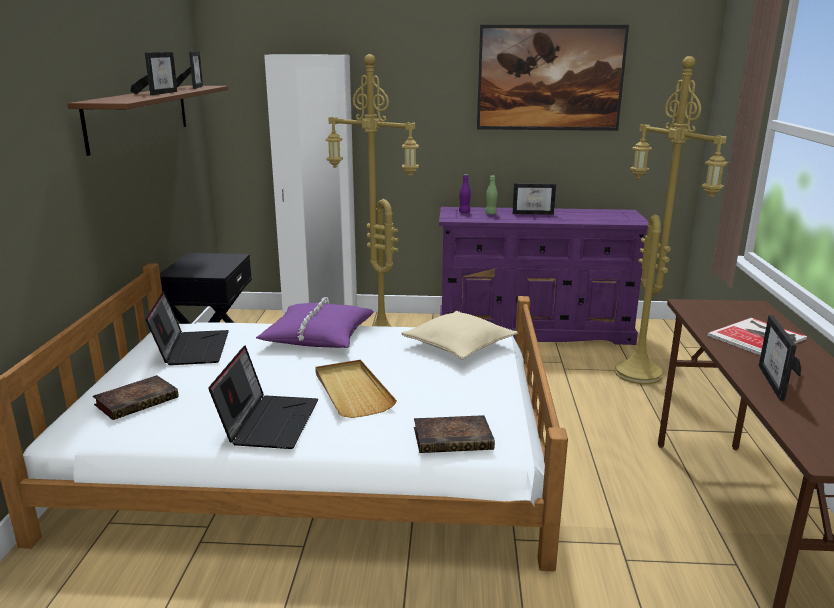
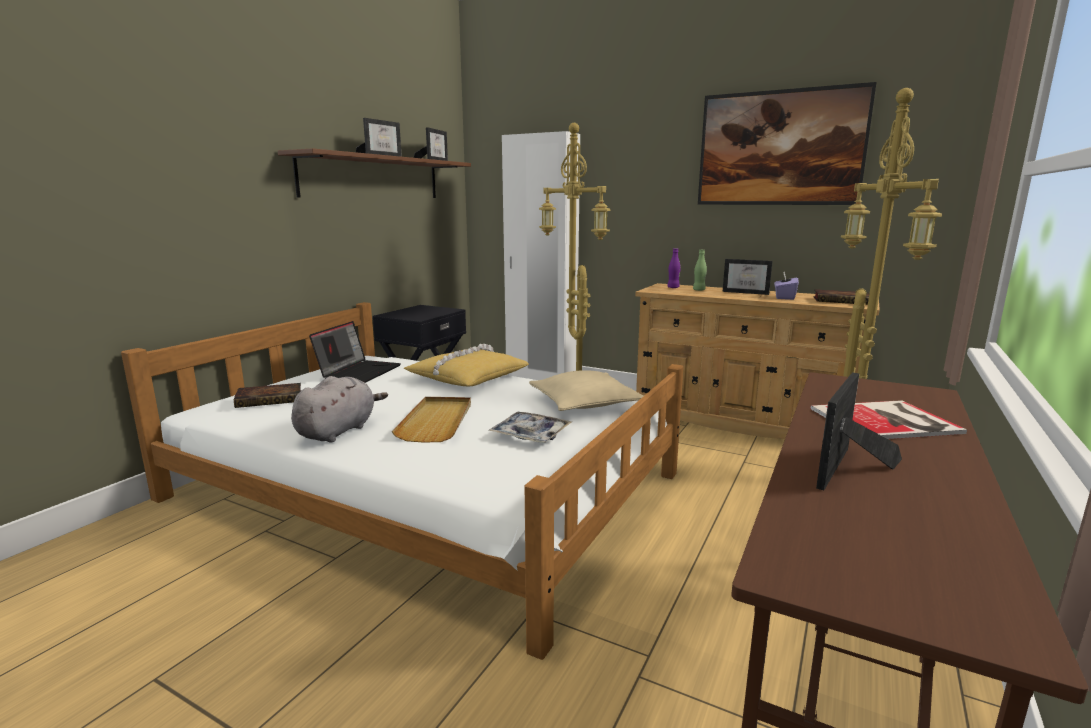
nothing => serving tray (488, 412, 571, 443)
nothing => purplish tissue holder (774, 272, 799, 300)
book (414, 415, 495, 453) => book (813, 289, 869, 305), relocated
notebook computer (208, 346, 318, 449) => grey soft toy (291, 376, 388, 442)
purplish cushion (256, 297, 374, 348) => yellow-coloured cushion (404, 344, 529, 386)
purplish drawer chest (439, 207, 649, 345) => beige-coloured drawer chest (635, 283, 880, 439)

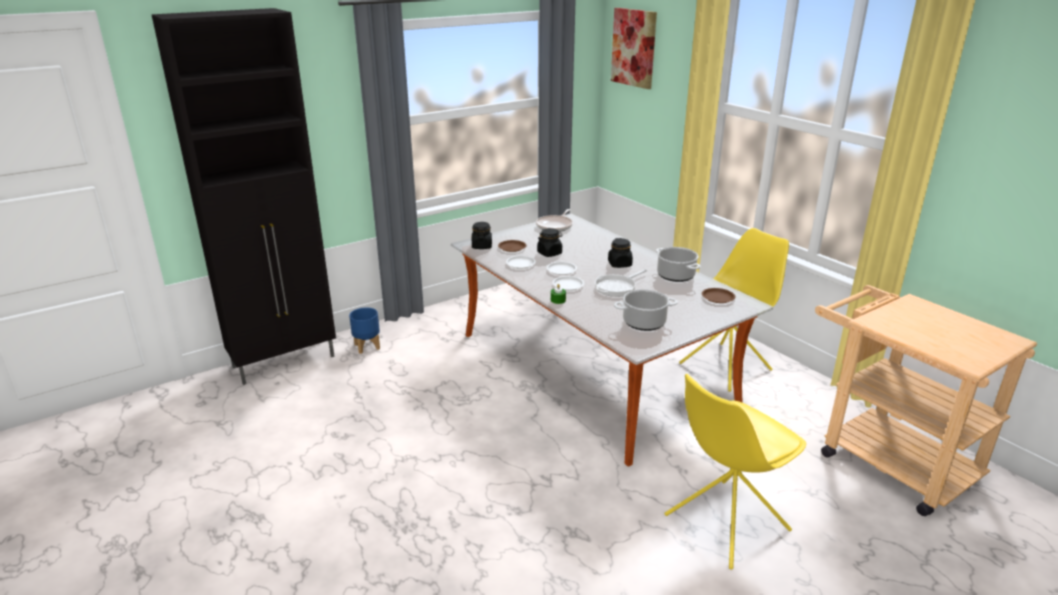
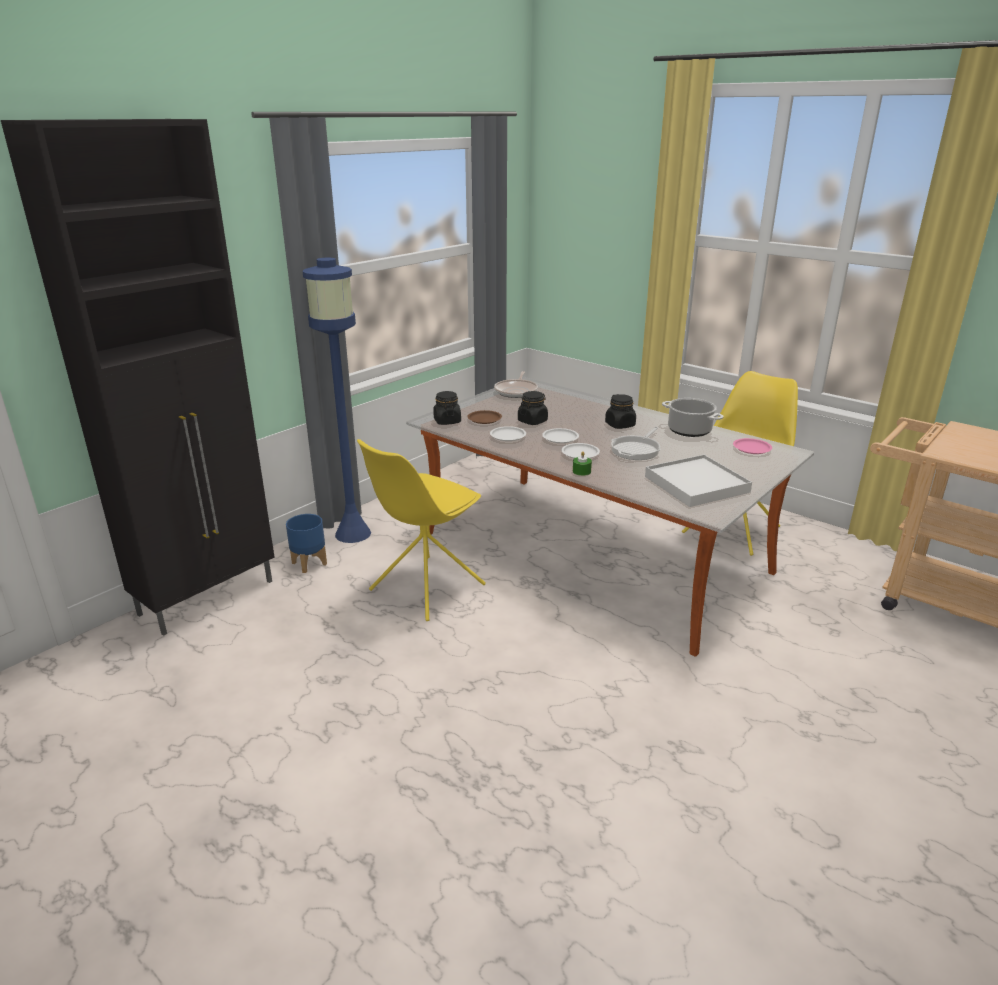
picture (611, 8, 657, 89) => nothing
nothing => bluish floor lamp (303, 258, 371, 543)
yellow-coloured chair (664, 374, 806, 570) => yellow-coloured chair (357, 439, 486, 621), relocated
saucepot (614, 289, 678, 331) => white serving tray (645, 455, 752, 507)
brown-coloured plate (702, 288, 735, 303) => pink plate (733, 438, 772, 454)

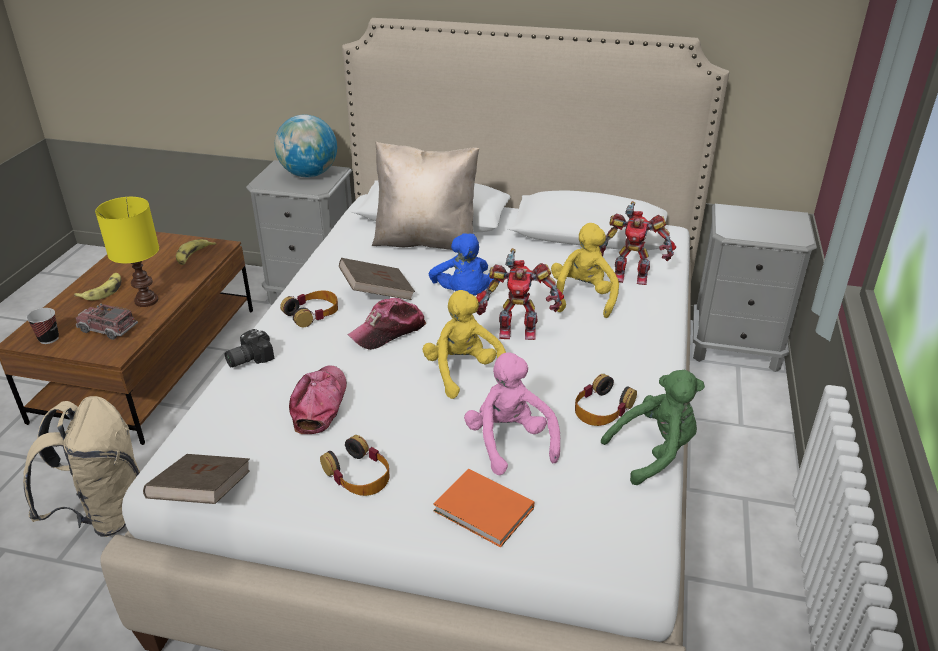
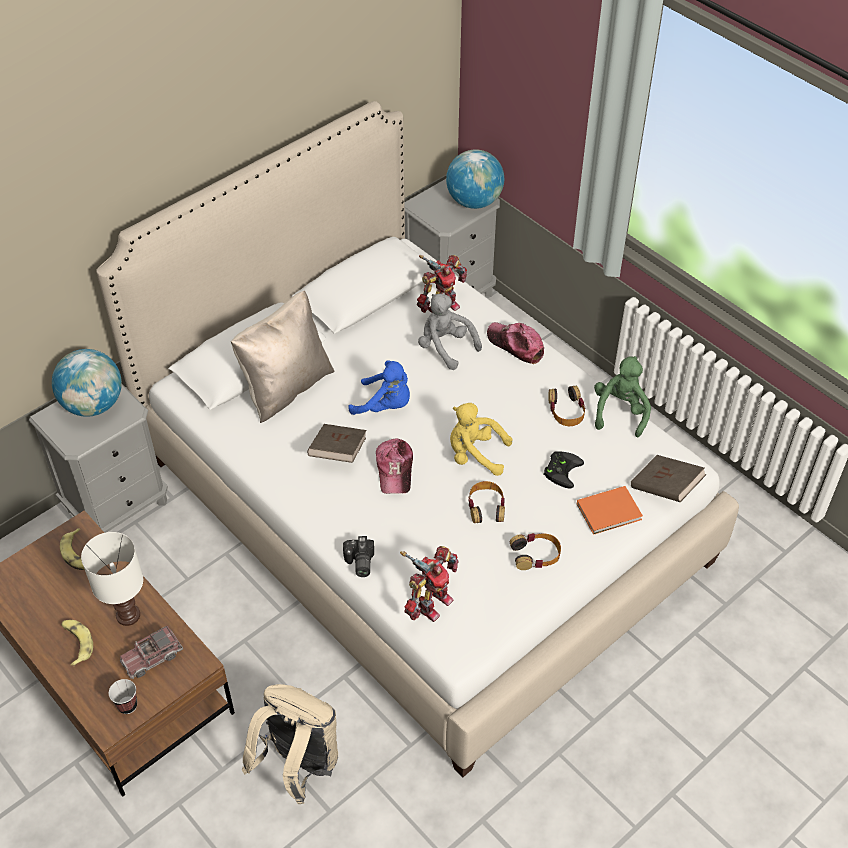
nothing => desk globe (446, 149, 504, 209)
brown-coloured book (143, 454, 250, 504) => brown-coloured book (631, 455, 706, 502), relocated
headphones (280, 290, 338, 327) => headphones (468, 481, 505, 523), relocated
cap (289, 365, 347, 434) => cap (487, 322, 544, 364), relocated
robot figure (476, 248, 564, 340) => robot figure (400, 546, 459, 622), relocated
pink soft toy (464, 352, 560, 475) => black gamepad (543, 451, 584, 489)
yellow-coloured tabletop lamp (95, 197, 159, 307) => white tabletop lamp (81, 532, 143, 626)
yellow-coloured soft toy (551, 223, 619, 318) => grey soft toy (418, 294, 482, 370)

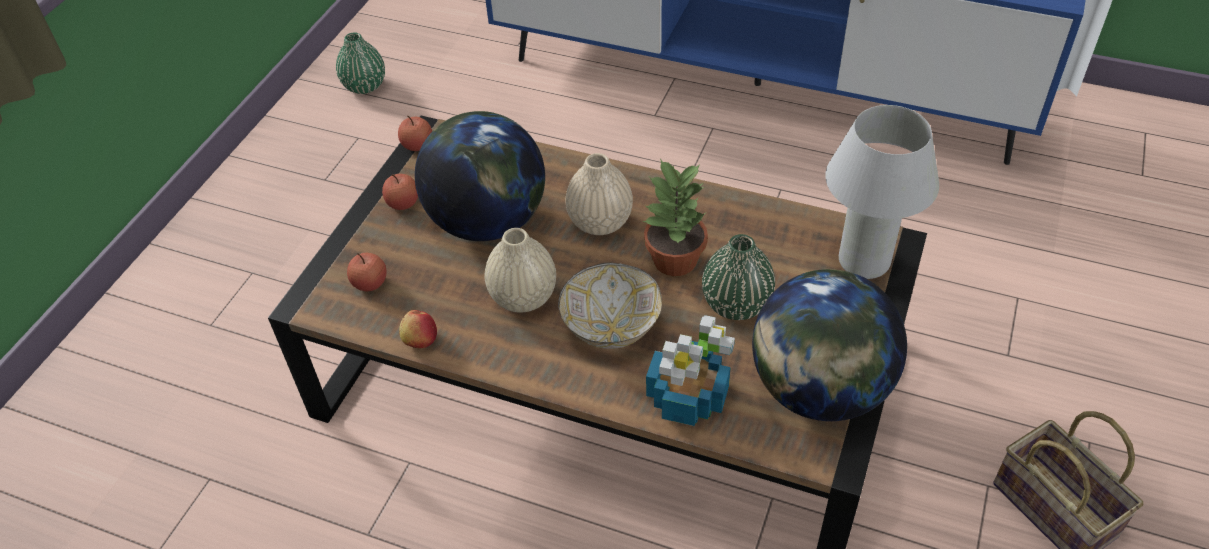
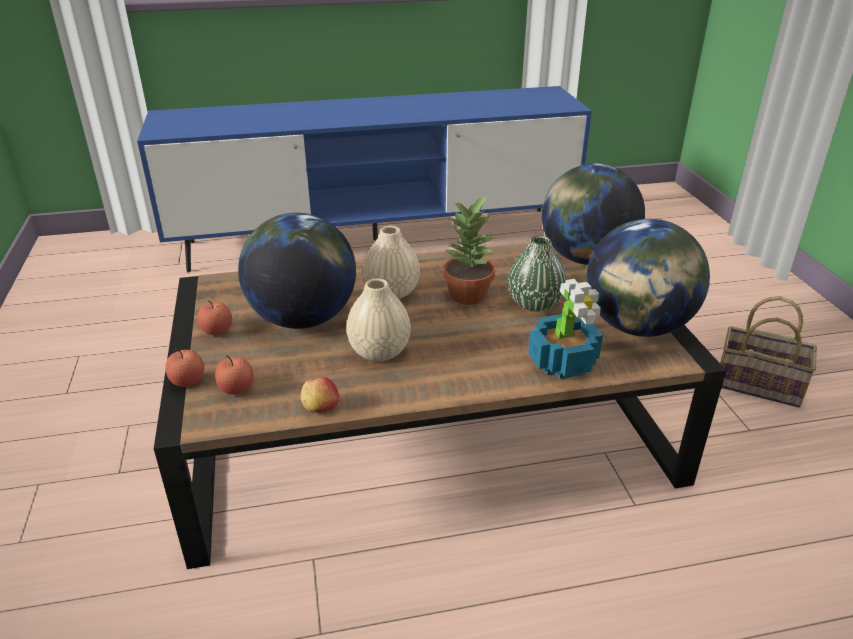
green vase (336, 32, 385, 94) => nothing
serving bowl (558, 263, 662, 349) => nothing
apple (398, 116, 432, 151) => apple (165, 349, 204, 387), relocated
white tabletop lamp (825, 105, 939, 279) => desk globe (542, 164, 645, 265)

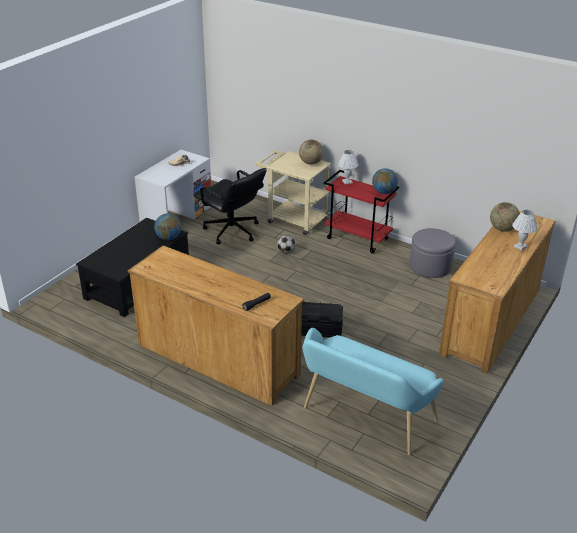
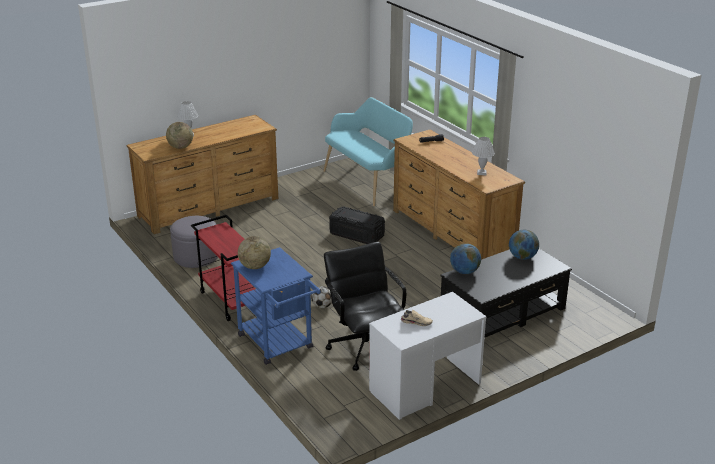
white tabletop lamp (338, 150, 359, 184) => white tabletop lamp (472, 137, 495, 175), relocated
desk globe (372, 168, 398, 194) => desk globe (509, 230, 539, 260), relocated
beige-coloured trolley (254, 150, 331, 235) => bluish trolley (231, 247, 321, 365)

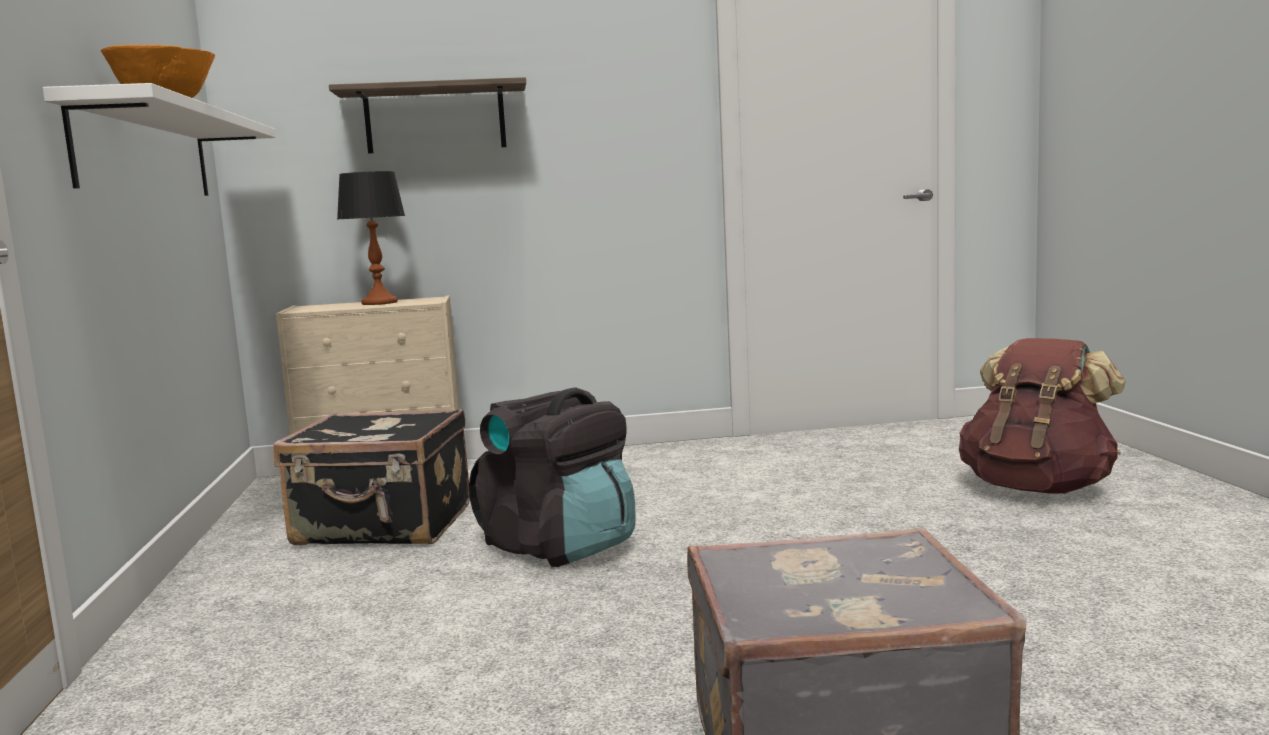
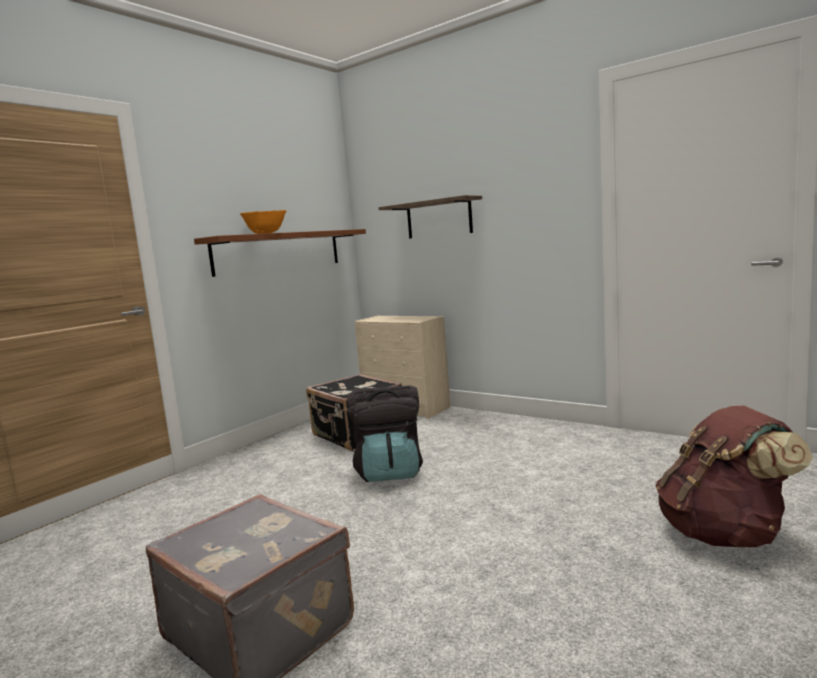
tabletop lamp (337, 171, 405, 305) => nothing
white bracket shelf (43, 83, 276, 196) => brown-coloured bracket shelf (194, 229, 366, 277)

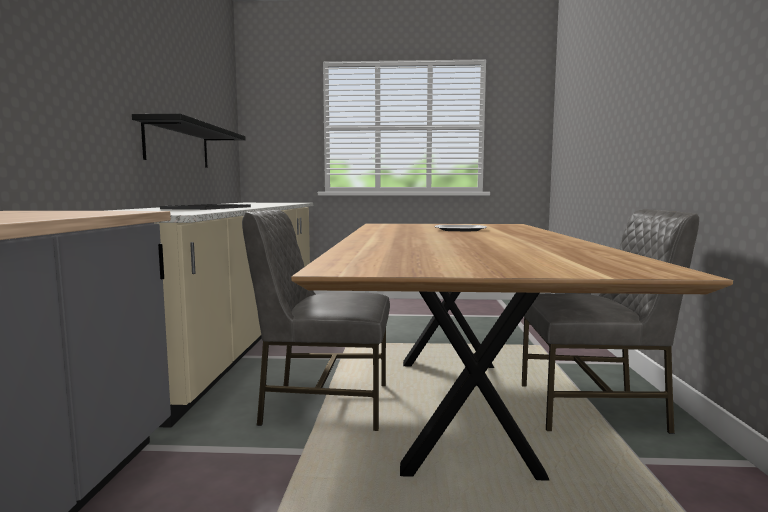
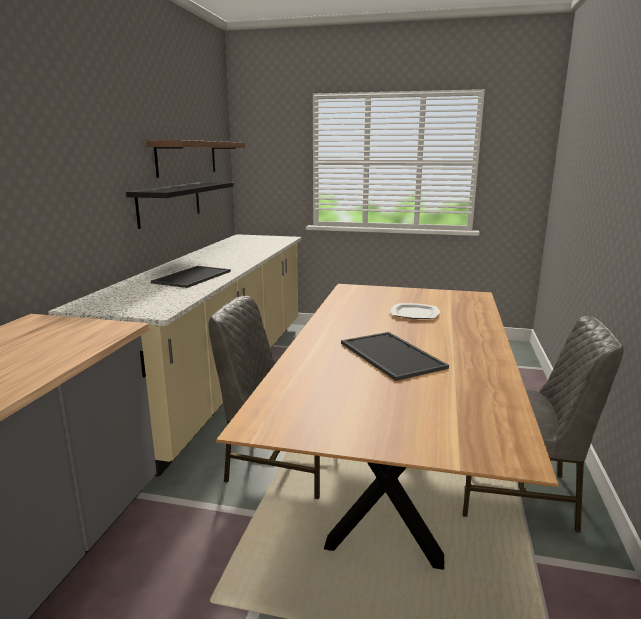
nothing => bracket shelf (146, 140, 245, 178)
nothing => serving tray (341, 332, 449, 381)

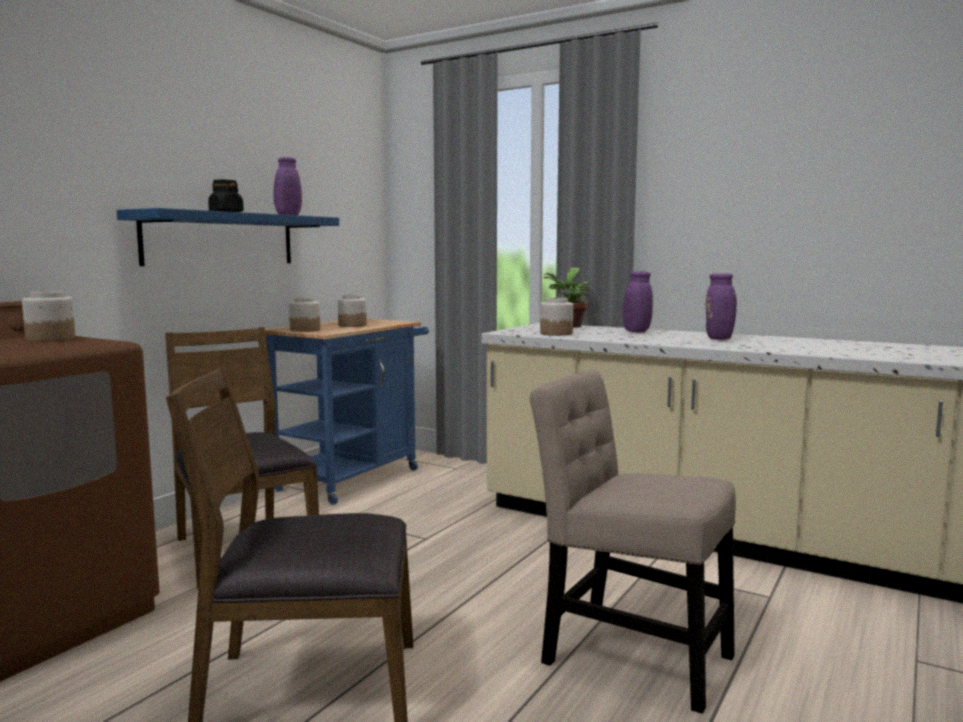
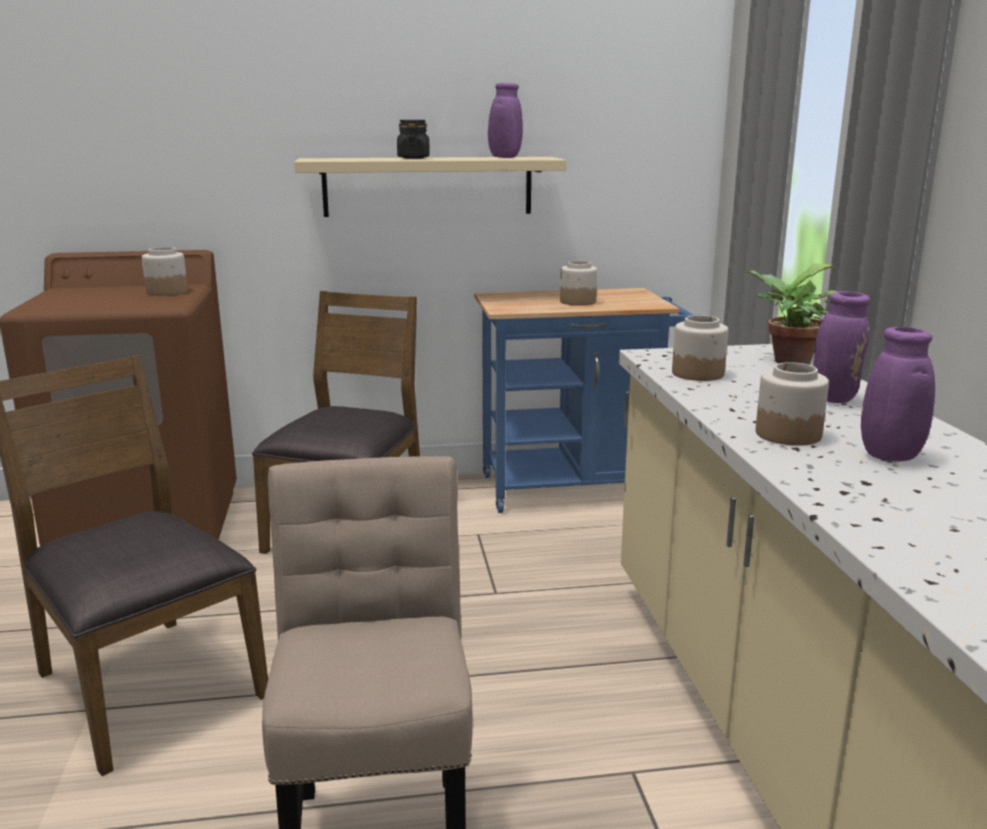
storage jar (289, 297, 320, 332) => storage jar (756, 362, 829, 446), relocated
bluish bracket shelf (117, 208, 339, 266) => beige-coloured bracket shelf (294, 157, 566, 217)

